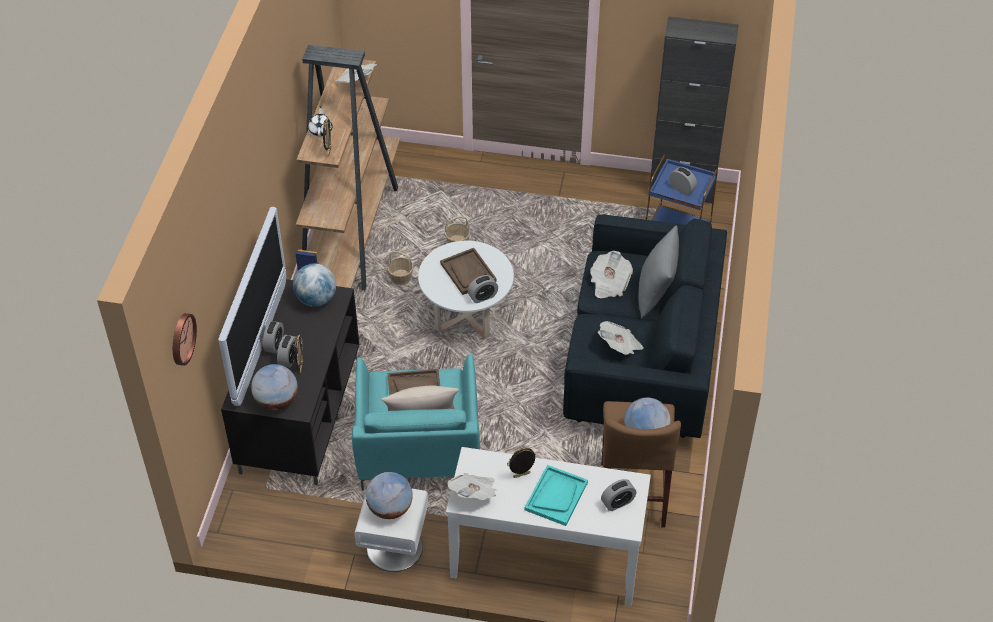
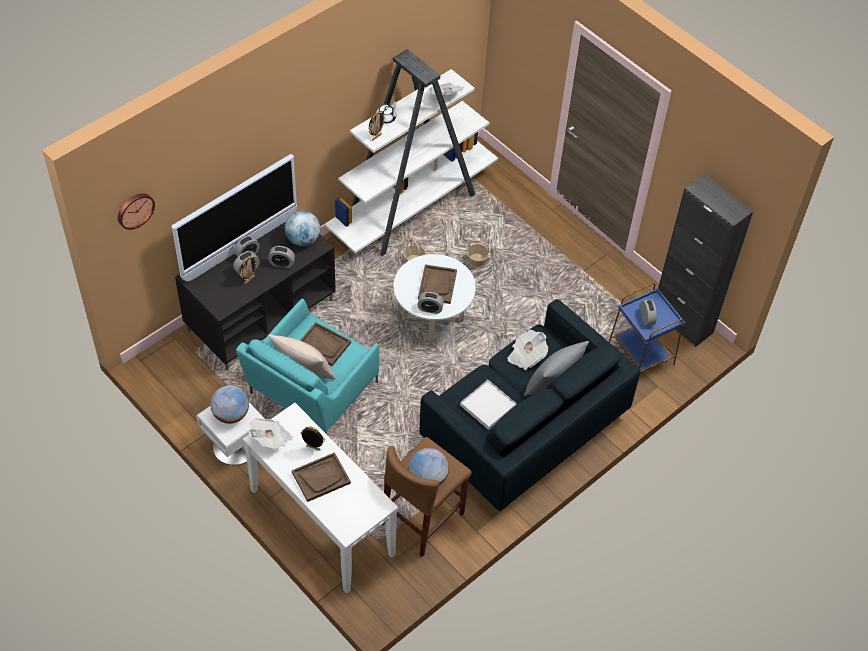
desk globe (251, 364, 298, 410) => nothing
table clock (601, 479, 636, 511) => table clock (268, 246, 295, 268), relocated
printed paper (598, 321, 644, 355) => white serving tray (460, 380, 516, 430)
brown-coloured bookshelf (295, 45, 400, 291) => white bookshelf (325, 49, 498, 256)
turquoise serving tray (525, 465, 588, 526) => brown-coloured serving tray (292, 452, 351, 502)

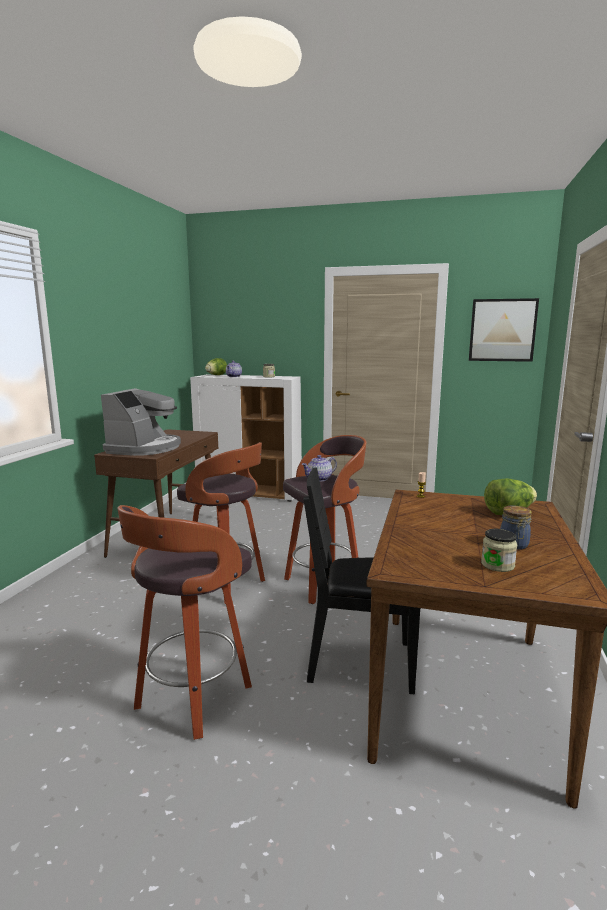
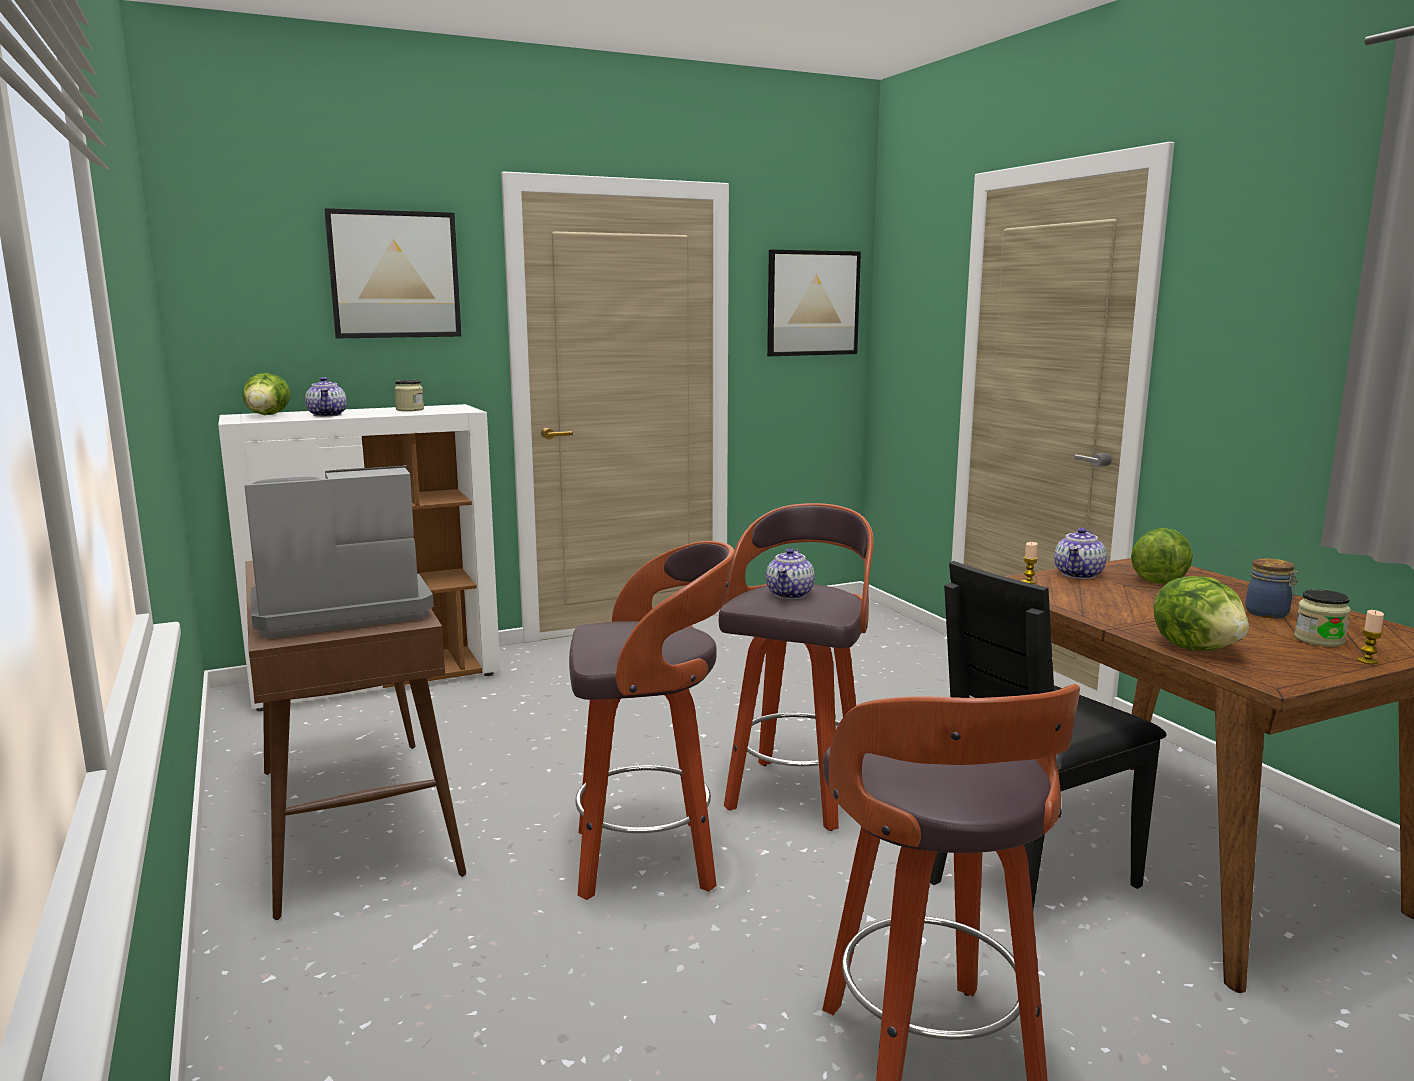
nothing => picture (324, 208, 461, 338)
nothing => teapot (1054, 528, 1107, 579)
nothing => head of lettuce (1154, 576, 1249, 651)
nothing => wax light (1357, 610, 1384, 664)
coffee brewer (101, 388, 181, 456) => coffee brewer (244, 465, 434, 638), 90 degrees counterclockwise

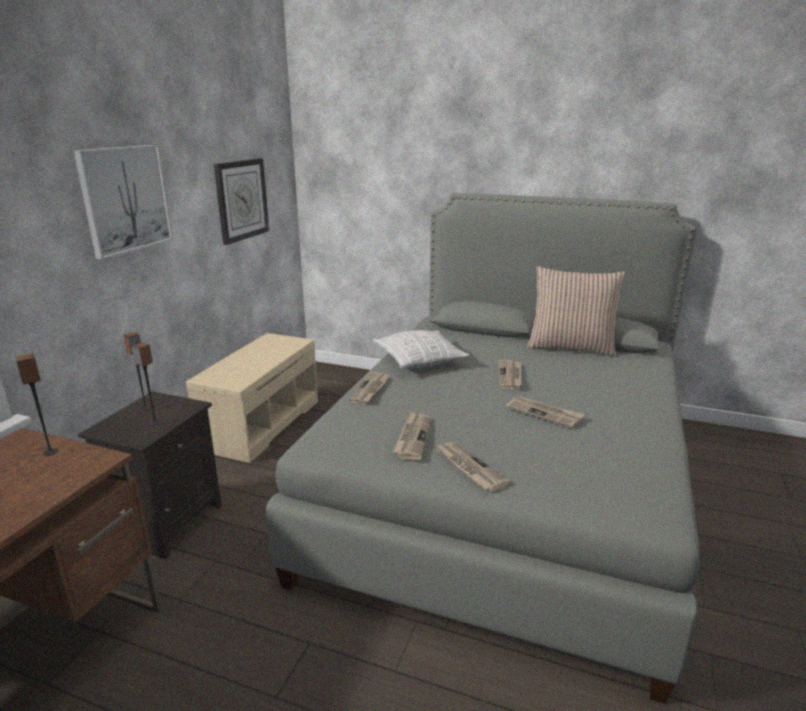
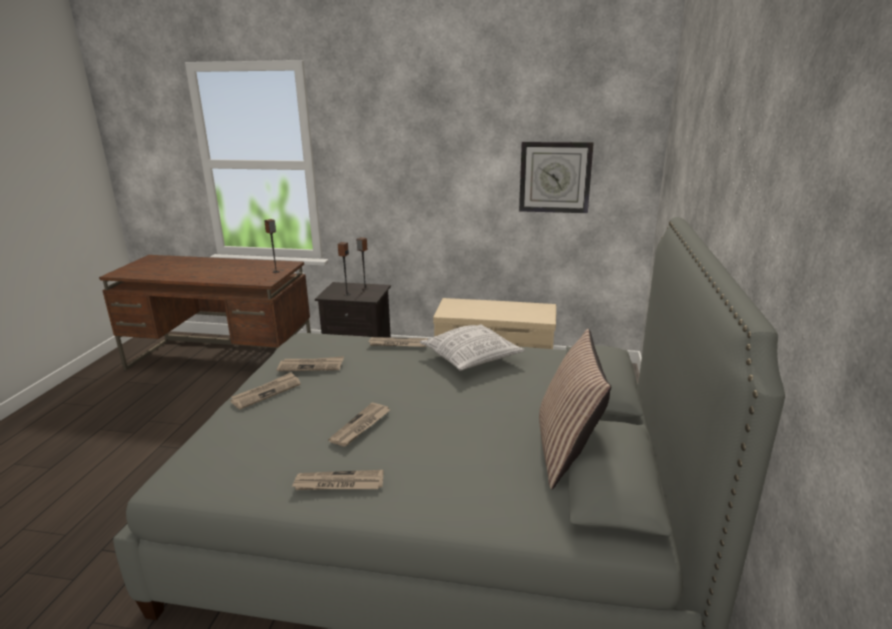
picture (74, 145, 173, 260) => nothing
printed paper (499, 360, 522, 389) => printed paper (292, 470, 384, 490), relocated

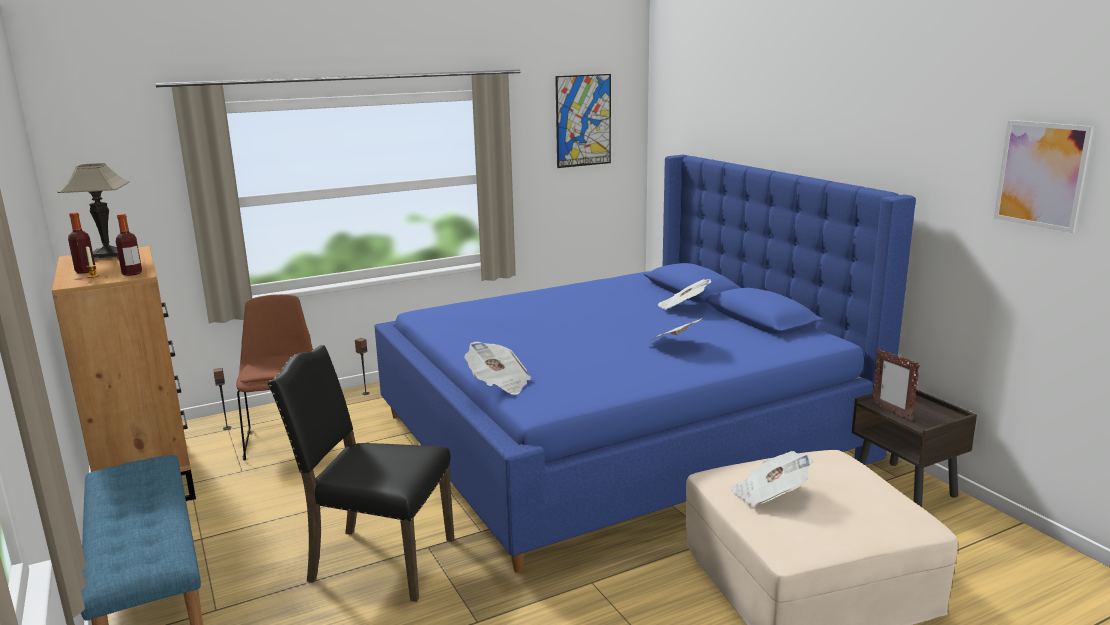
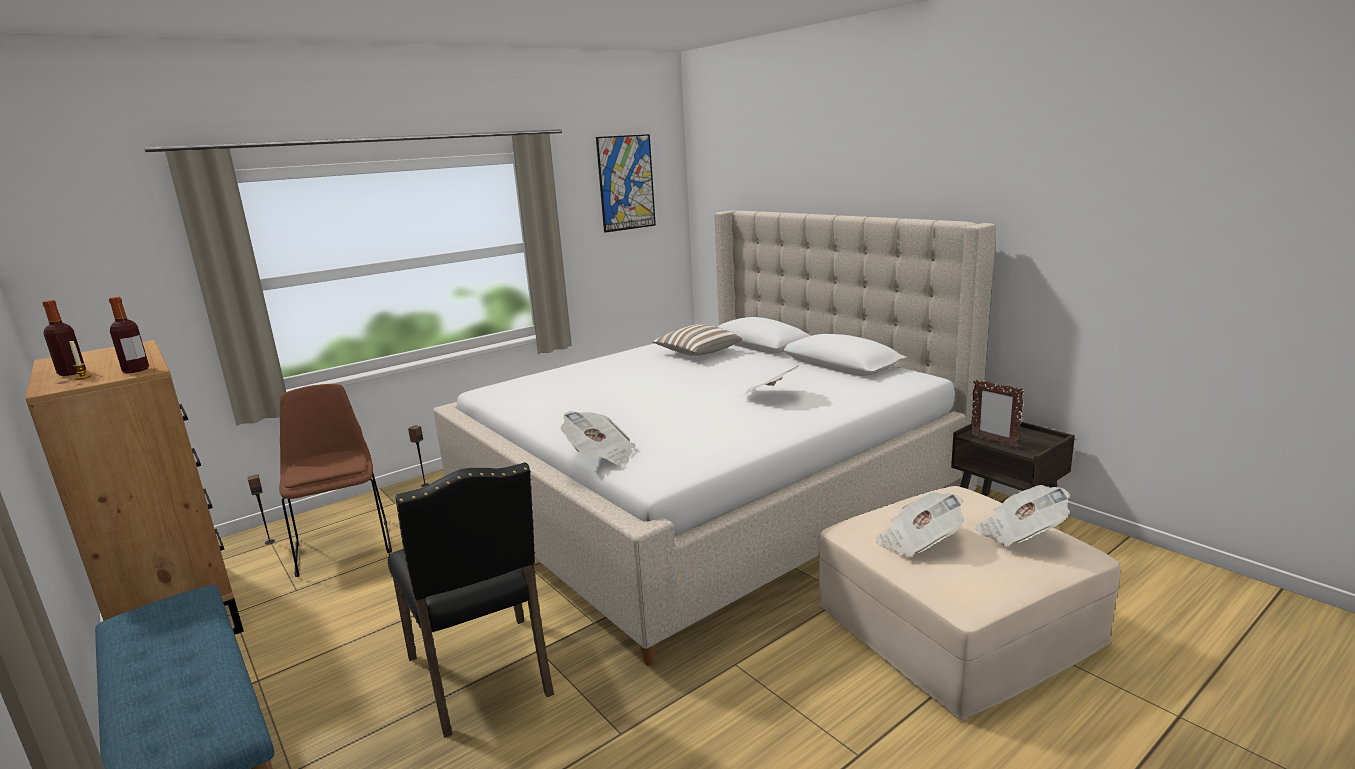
tabletop lamp (58, 163, 130, 261) => nothing
picture (994, 120, 1094, 233) => nothing
nothing => cushion (652, 324, 742, 356)
printed paper (658, 279, 711, 310) => printed paper (976, 485, 1070, 546), relocated
bluish bed (374, 155, 916, 573) => beige-coloured bed (433, 210, 996, 666)
black chair (268, 345, 454, 602) => black chair (388, 462, 554, 738), 120 degrees counterclockwise

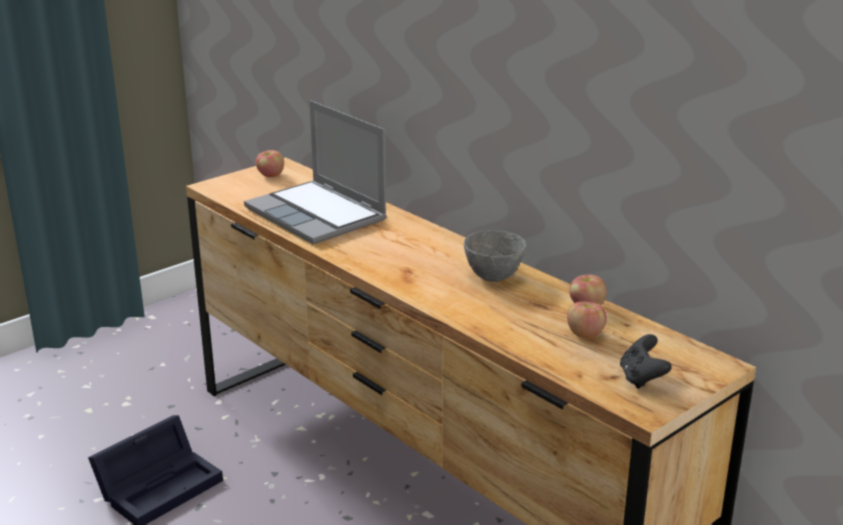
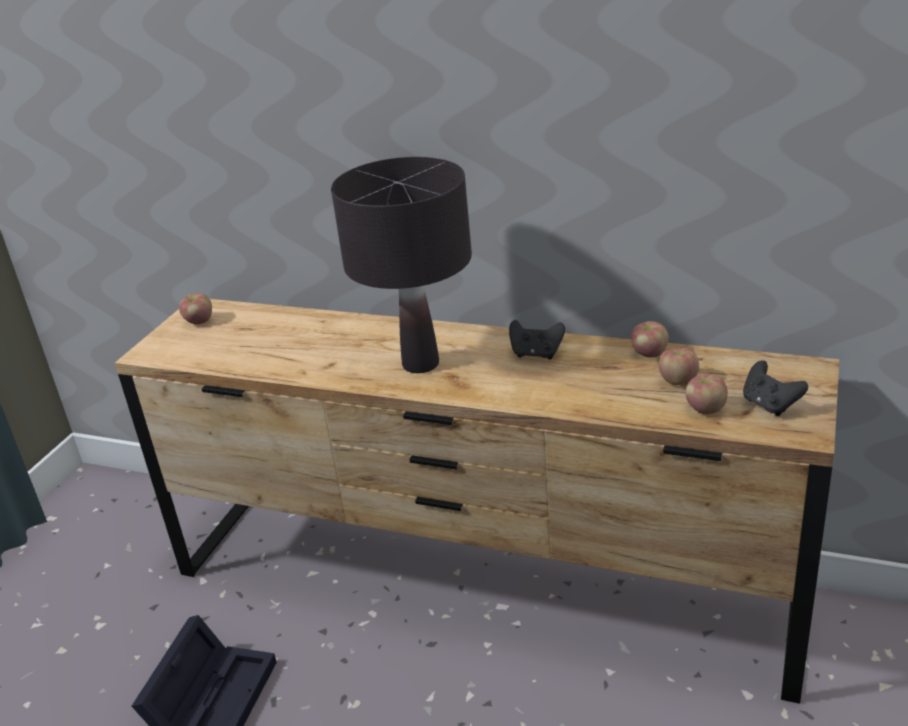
notebook computer (244, 100, 387, 244) => nothing
nothing => black tabletop lamp (331, 157, 472, 373)
nothing => apple (685, 374, 728, 415)
grey serving bowl (464, 230, 526, 282) => black gamepad (509, 320, 565, 359)

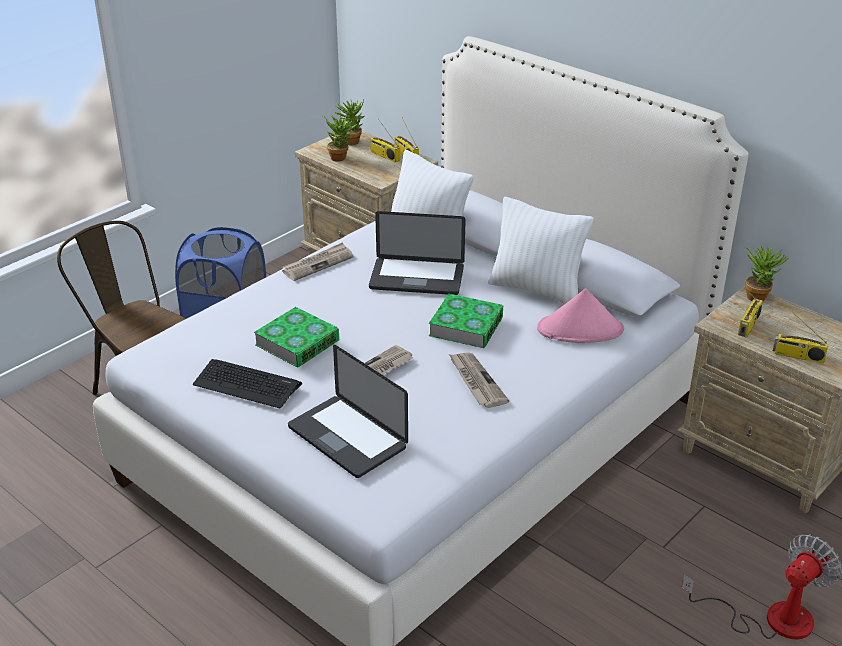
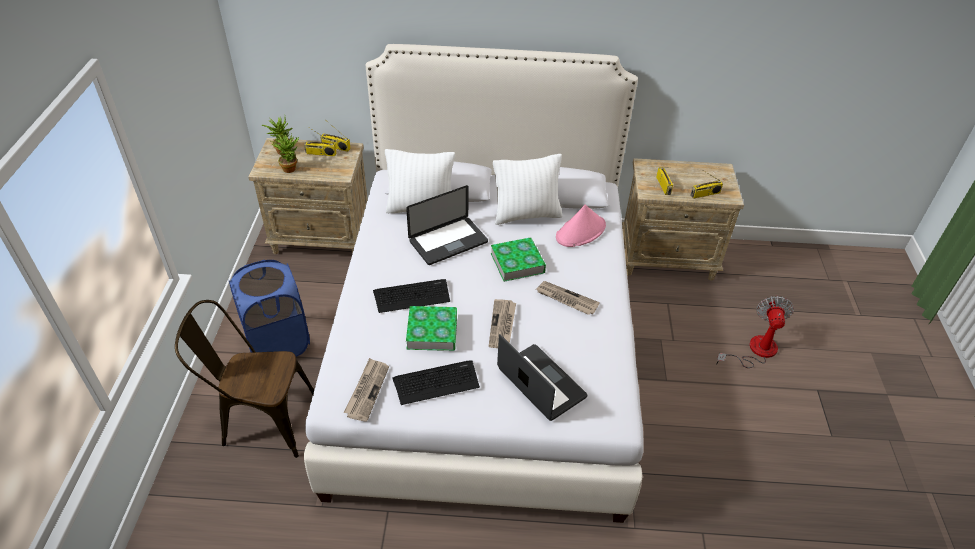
houseplant (745, 246, 789, 301) => nothing
nothing => keyboard (373, 279, 450, 313)
printed paper (282, 242, 353, 281) => printed paper (344, 358, 389, 422), relocated
notebook computer (288, 345, 408, 478) => notebook computer (497, 334, 587, 421), 135 degrees counterclockwise

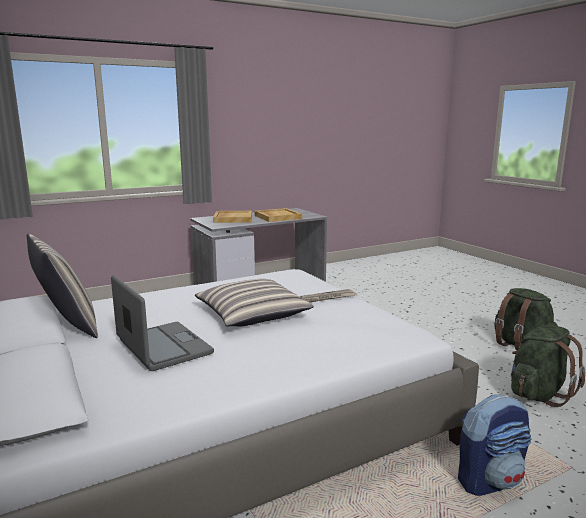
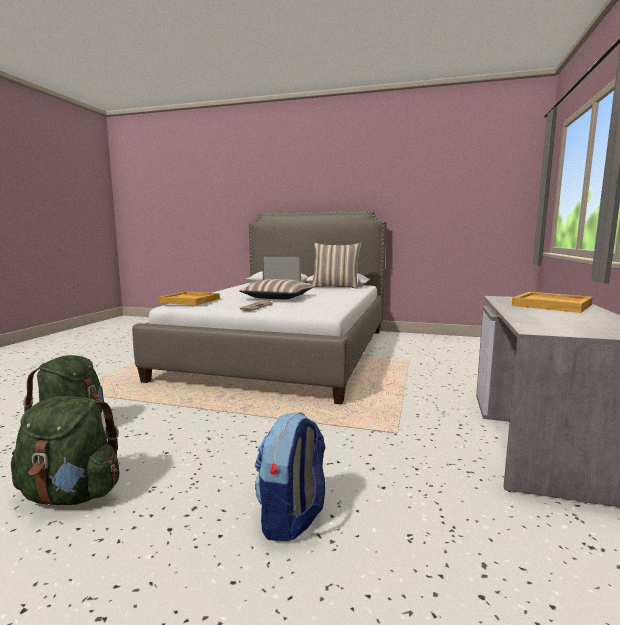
beige-coloured serving tray (254, 208, 302, 222) => beige-coloured serving tray (158, 291, 220, 305), relocated
knapsack (458, 395, 531, 496) => knapsack (255, 412, 326, 541), relocated

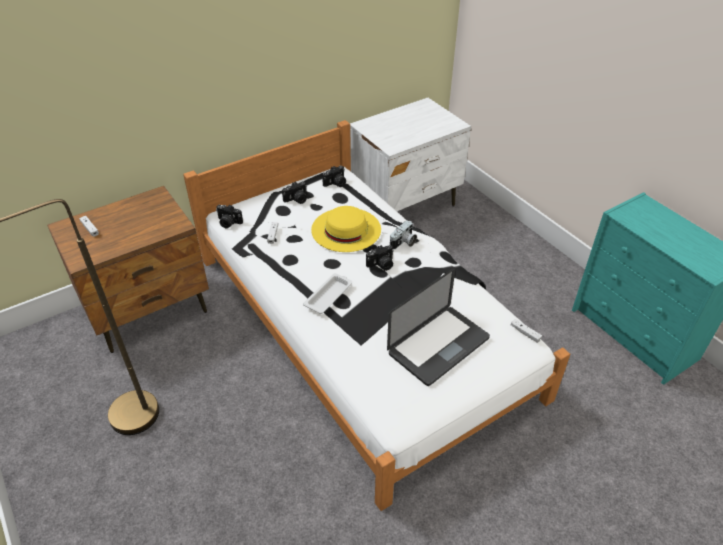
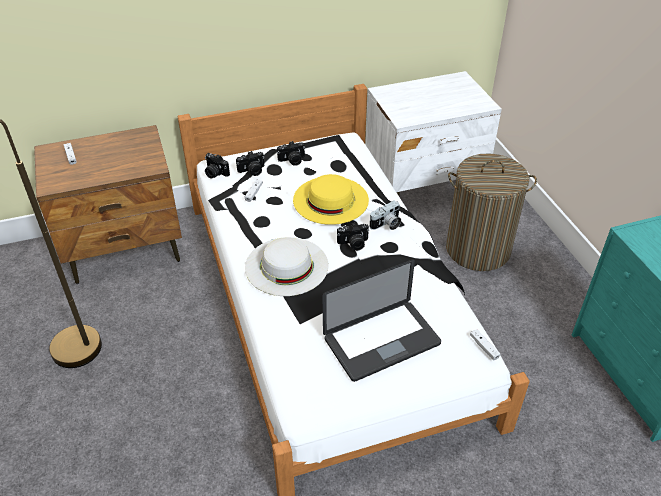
nothing => laundry basket (446, 154, 537, 271)
still camera (322, 166, 346, 187) => still camera (236, 151, 265, 176), relocated
white serving tray (303, 273, 353, 314) => white clothing hat (245, 237, 328, 296)

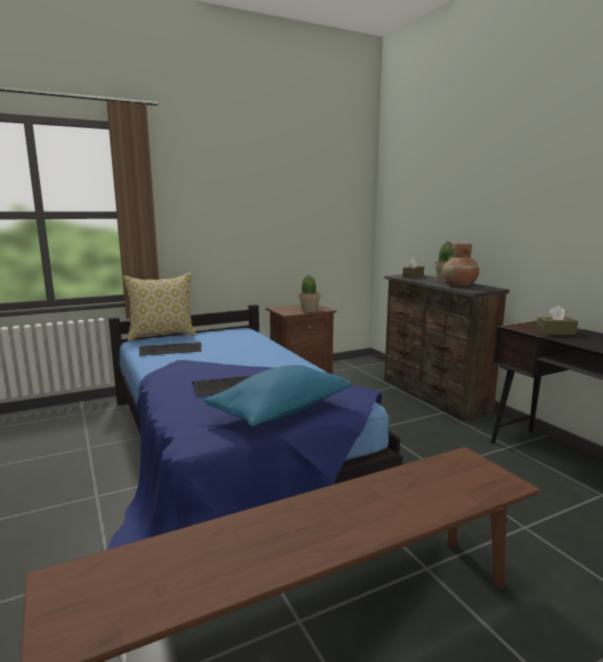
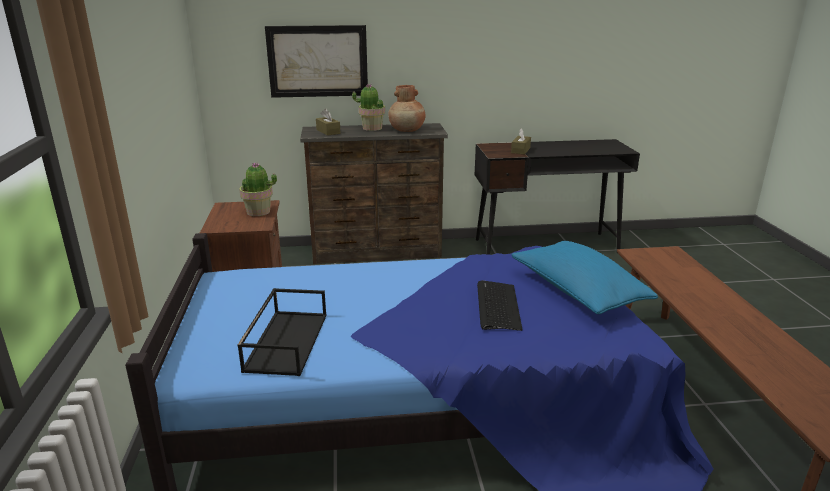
cushion (123, 273, 197, 341) => nothing
nothing => picture (265, 25, 368, 98)
keyboard (139, 342, 202, 356) => black serving tray (238, 288, 327, 376)

